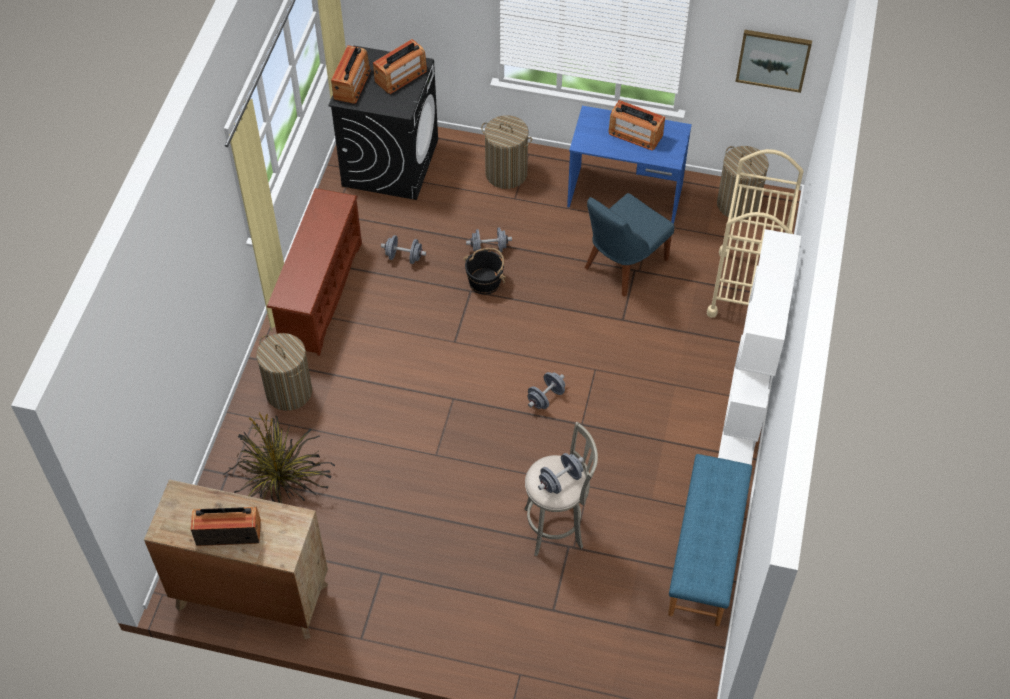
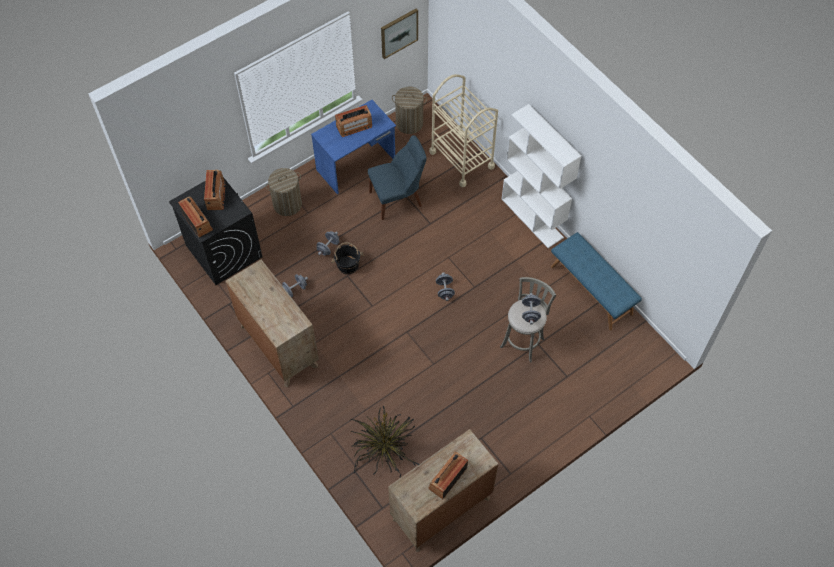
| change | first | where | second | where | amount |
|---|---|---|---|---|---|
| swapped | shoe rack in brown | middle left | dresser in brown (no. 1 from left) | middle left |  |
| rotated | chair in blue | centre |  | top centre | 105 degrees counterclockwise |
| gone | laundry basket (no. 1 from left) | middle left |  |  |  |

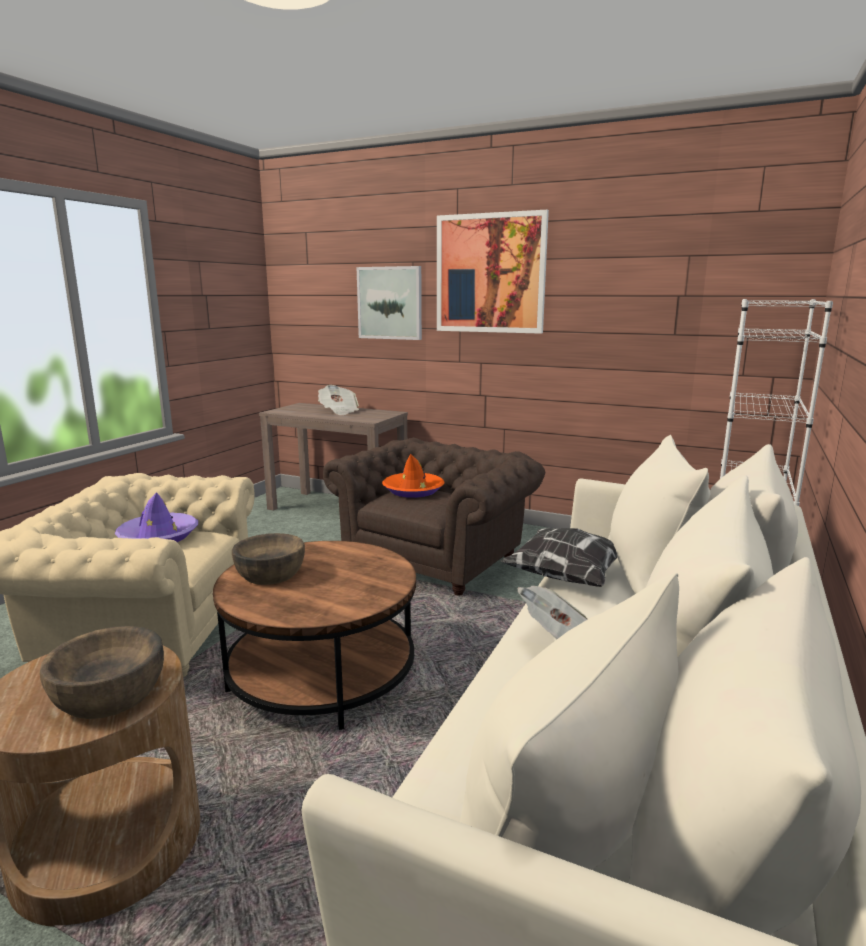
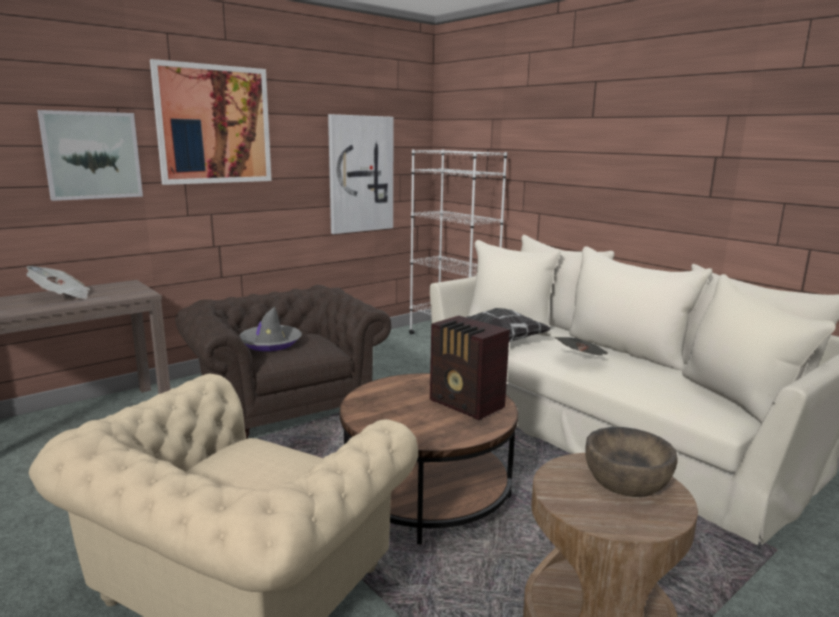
| change | first | where | second | where | amount |
|---|---|---|---|---|---|
| repainted | hat in orange | centre | hat in grey | middle left |  |
| new |  |  | picture (no. 3 from left) | top centre |  |
| new |  |  | radio | centre |  |
| gone | hat in purple | middle left |  |  |  |
| gone | bowl in brown (no. 2 from left) | middle left |  |  |  |

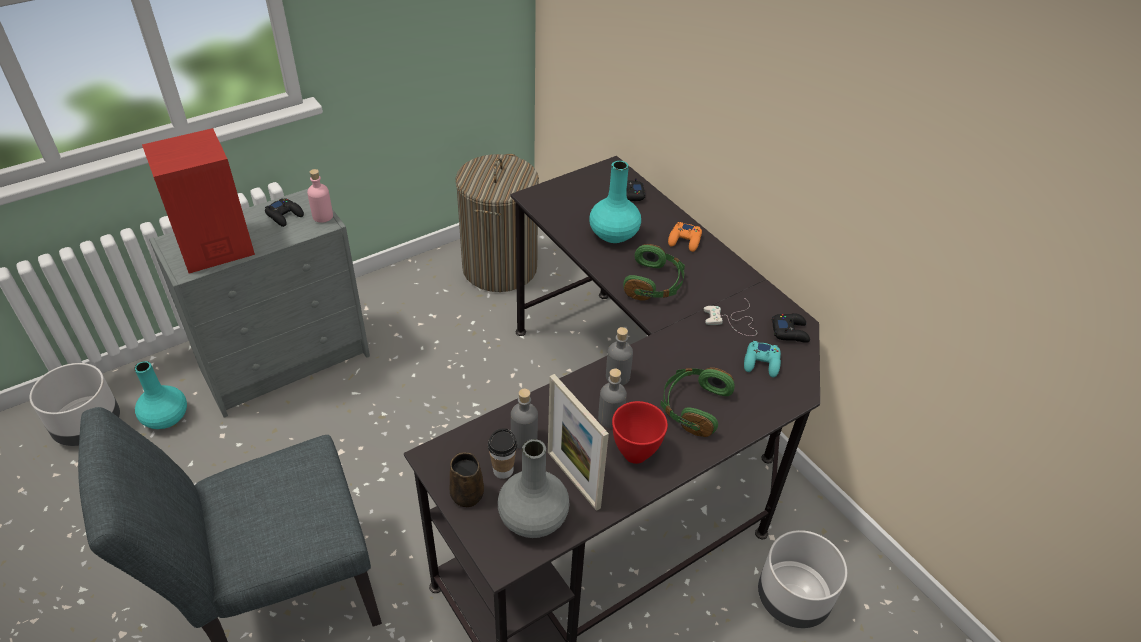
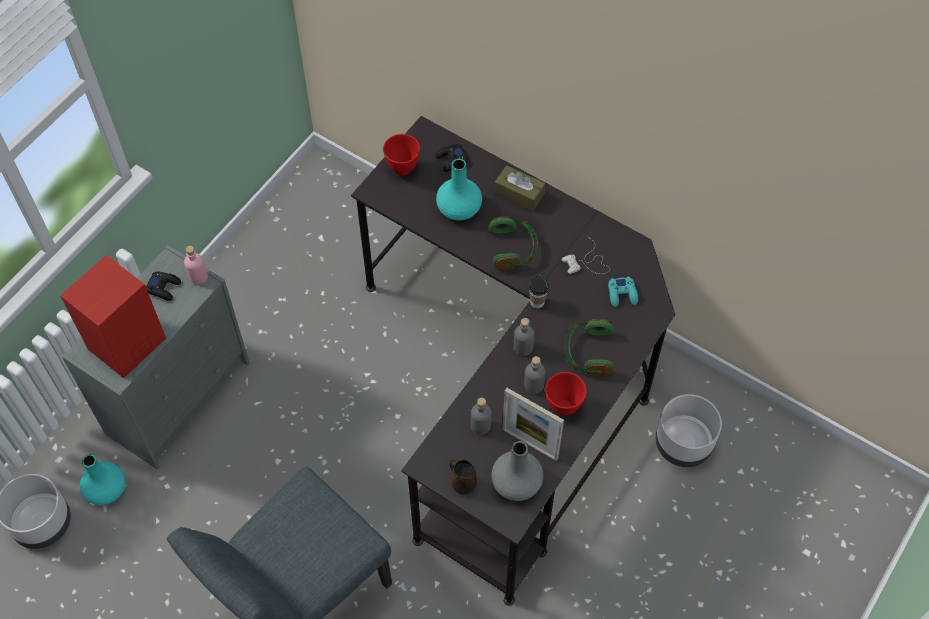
| change | first | where | second | where | amount |
|---|---|---|---|---|---|
| new |  |  | bowl in red (no. 1 from left) | top centre |  |
| swapped | game controller in orange | centre | tissue box in brown | top centre |  |
| shifted | cup | bottom centre |  | centre |  |
| gone | laundry basket | centre |  |  |  |
| gone | game controller in black (no. 3 from left) | middle right |  |  |  |

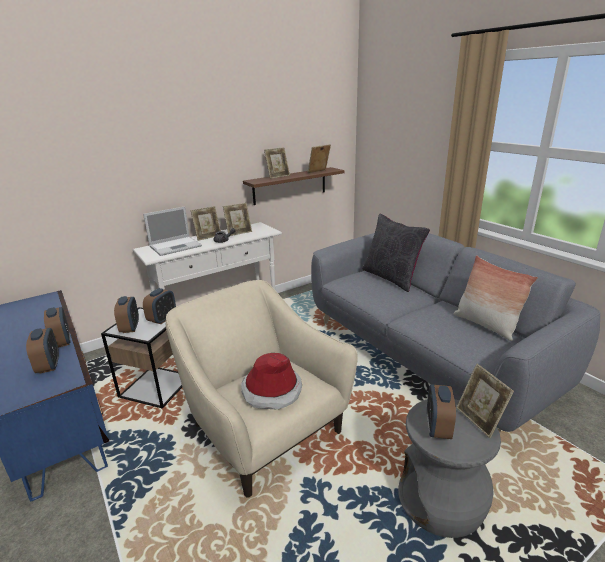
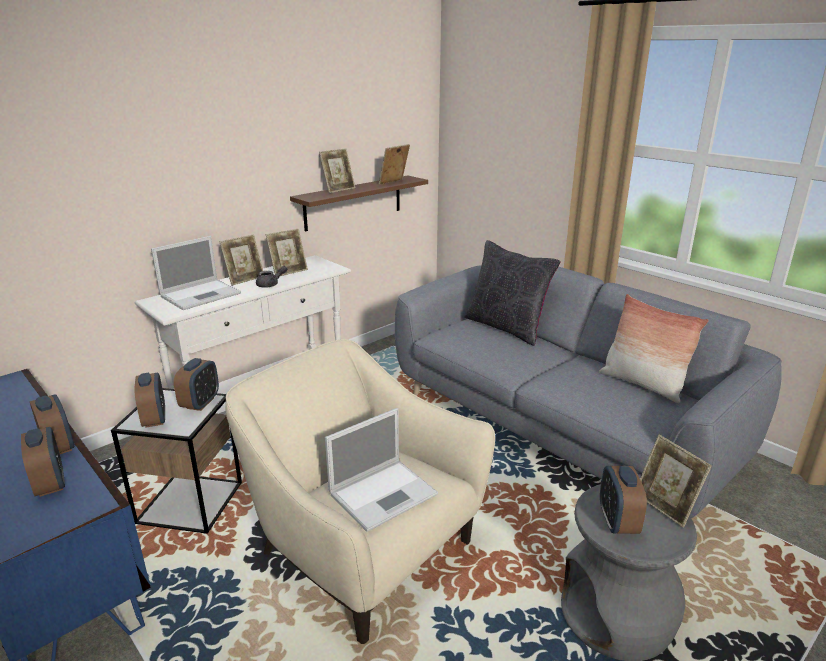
| change | first | where | second | where | amount |
|---|---|---|---|---|---|
| swapped | hat | bottom centre | laptop (no. 2 from left) | bottom centre |  |

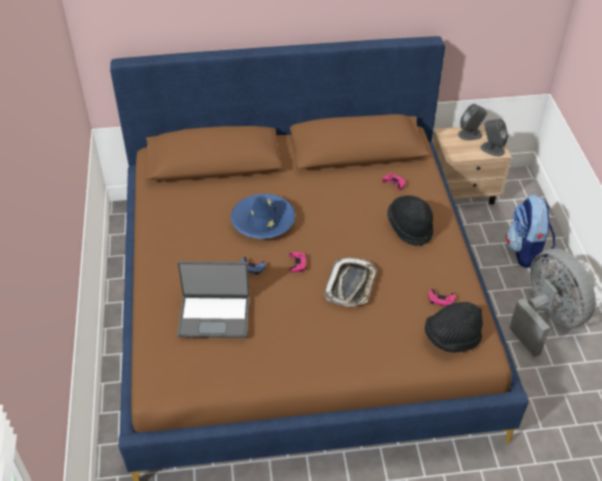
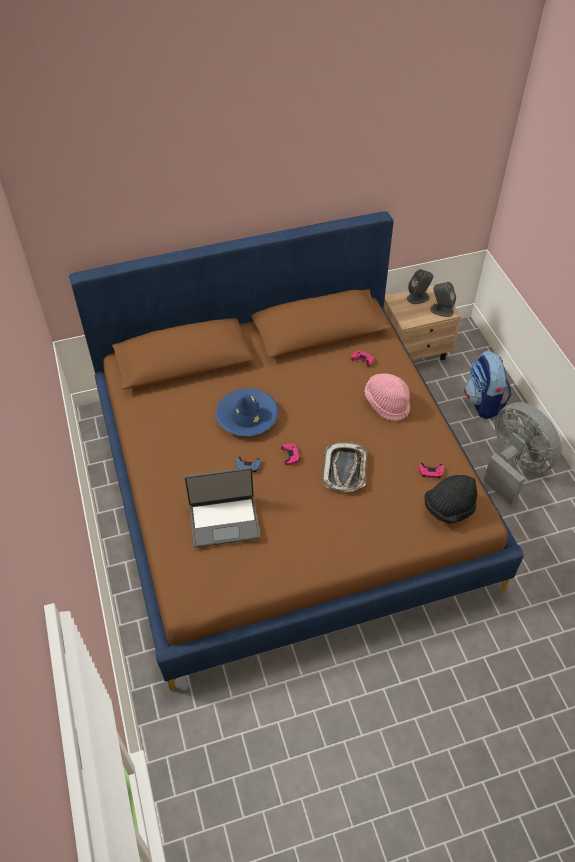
| change | first | where | second | where | amount |
|---|---|---|---|---|---|
| repainted | hat in black (no. 1 from left) | middle right | hat in pink | middle right |  |

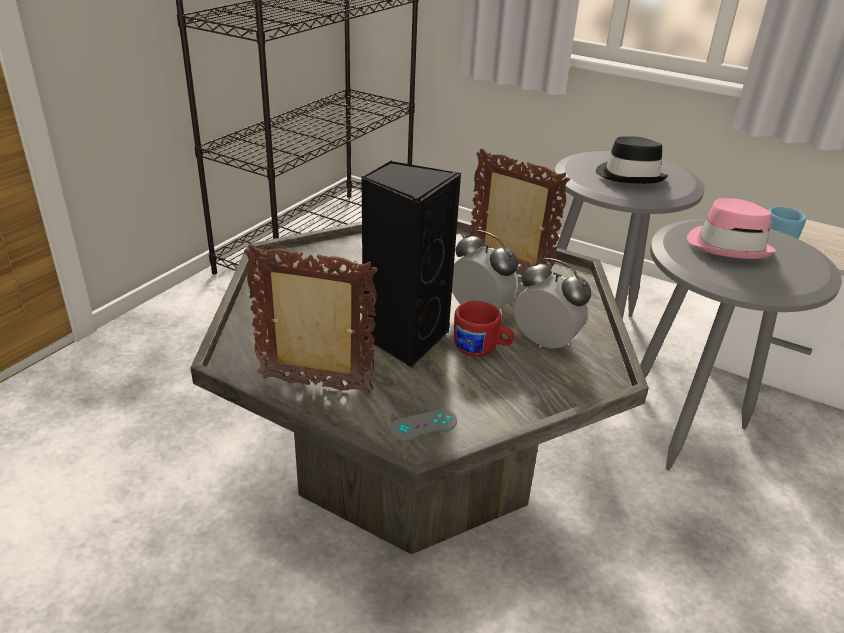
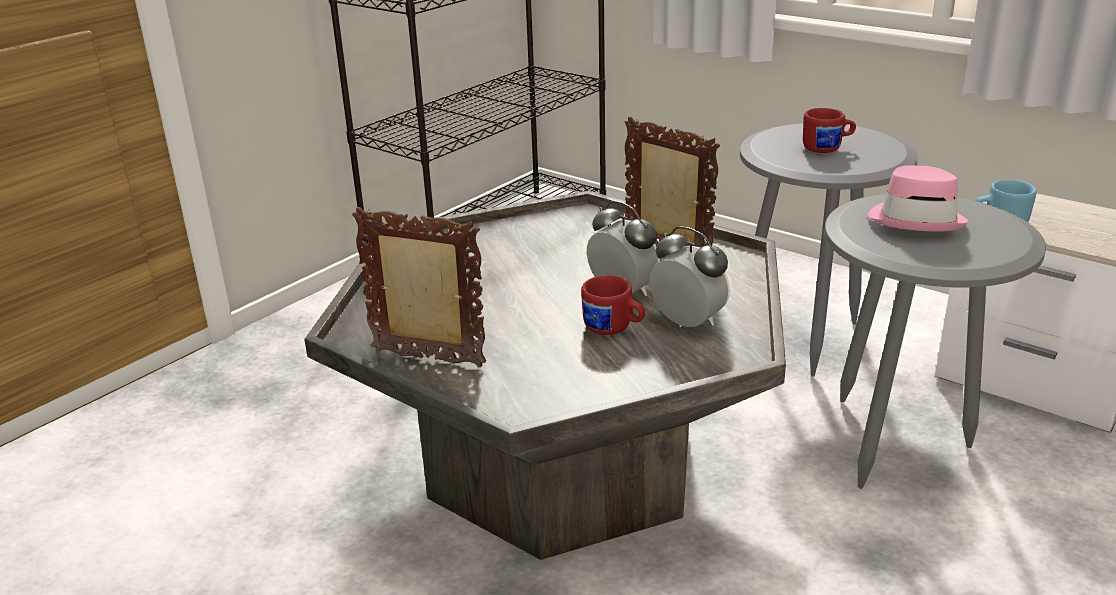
| change | first | where | second | where | amount |
|---|---|---|---|---|---|
| swapped | hat in black | top right | mug in red (no. 2 from left) | top right |  |
| gone | speaker in black | centre |  |  |  |
| gone | game controller in grey | bottom centre |  |  |  |

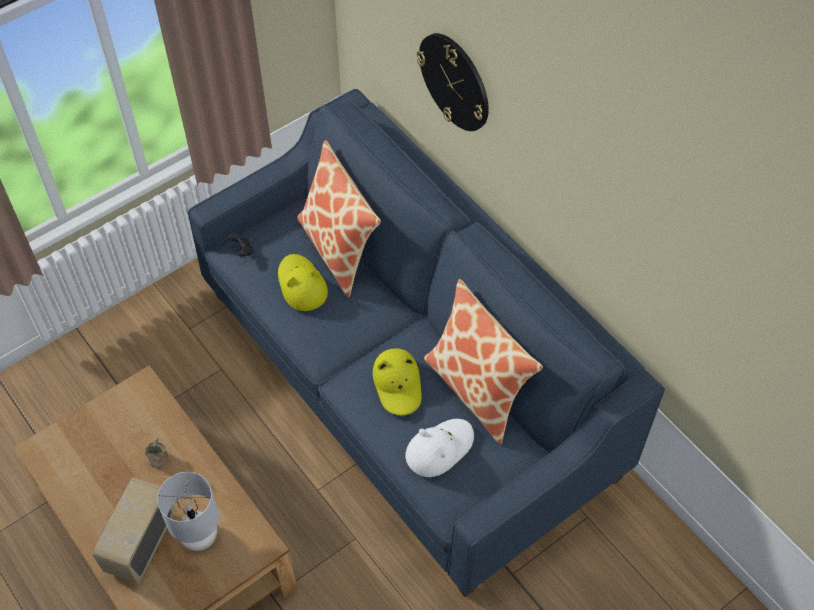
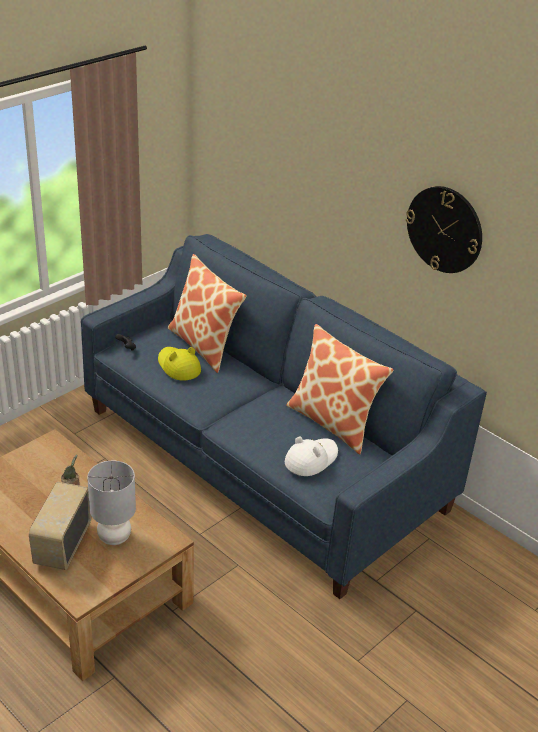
| change | first | where | second | where | amount |
|---|---|---|---|---|---|
| shifted | wall clock | top centre |  | top right |  |
| gone | hat in yellow (no. 2 from left) | centre |  |  |  |

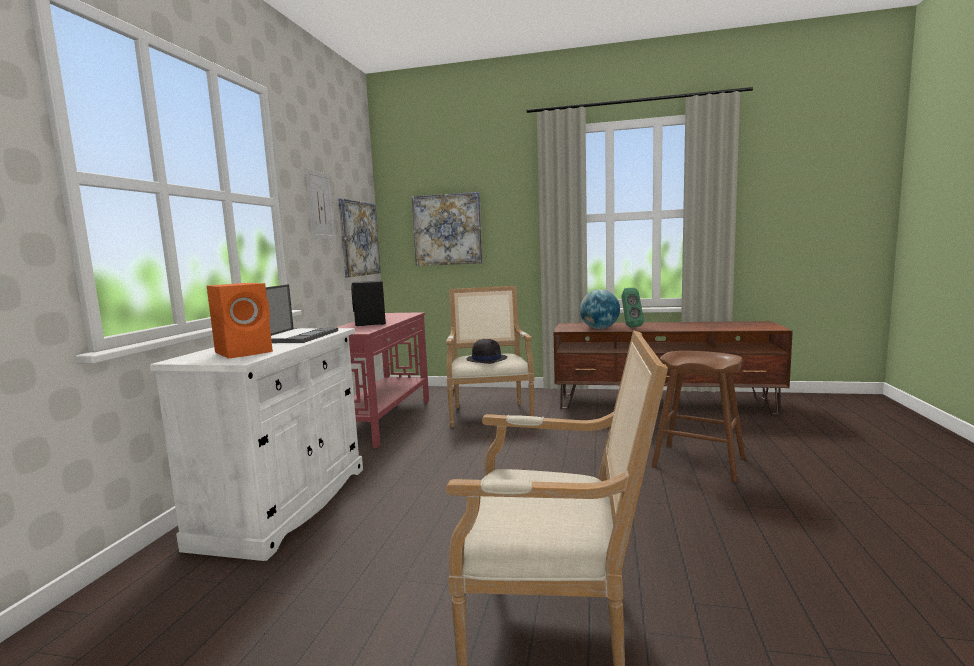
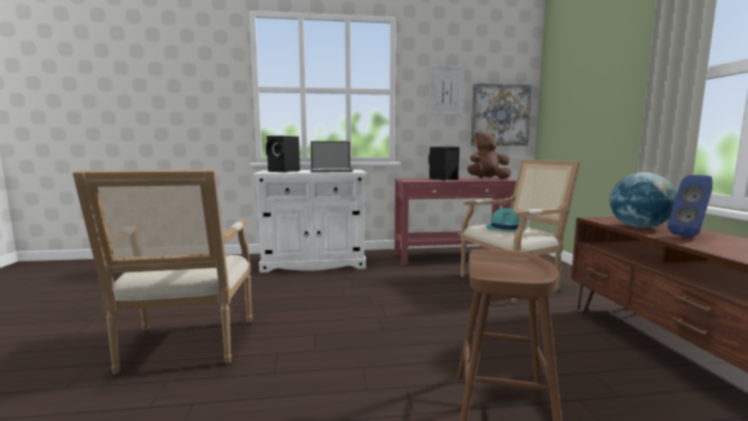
| change | first | where | second | where | amount |
|---|---|---|---|---|---|
| repainted | speaker in orange | middle left | speaker in black (no. 1 from left) | centre |  |
| new |  |  | plush toy in brown | centre |  |
| repainted | hat in black | centre | hat in turquoise | middle right |  |
| repainted | speaker in green | centre | speaker in blue | middle right |  |
| gone | picture (no. 3 from left) | centre |  |  |  |

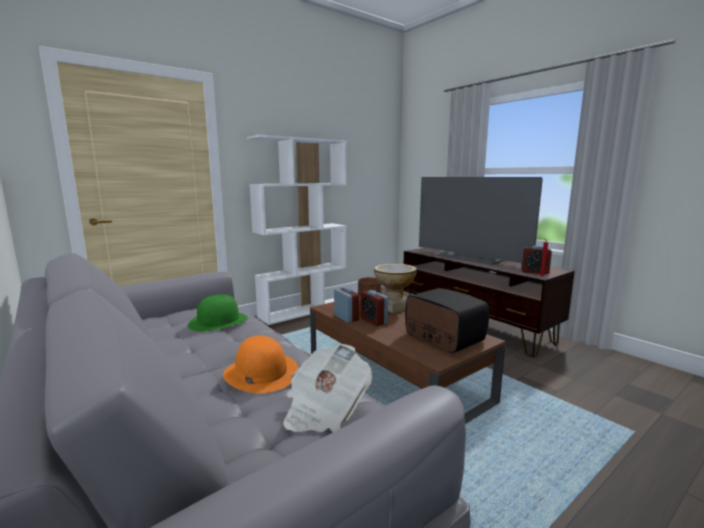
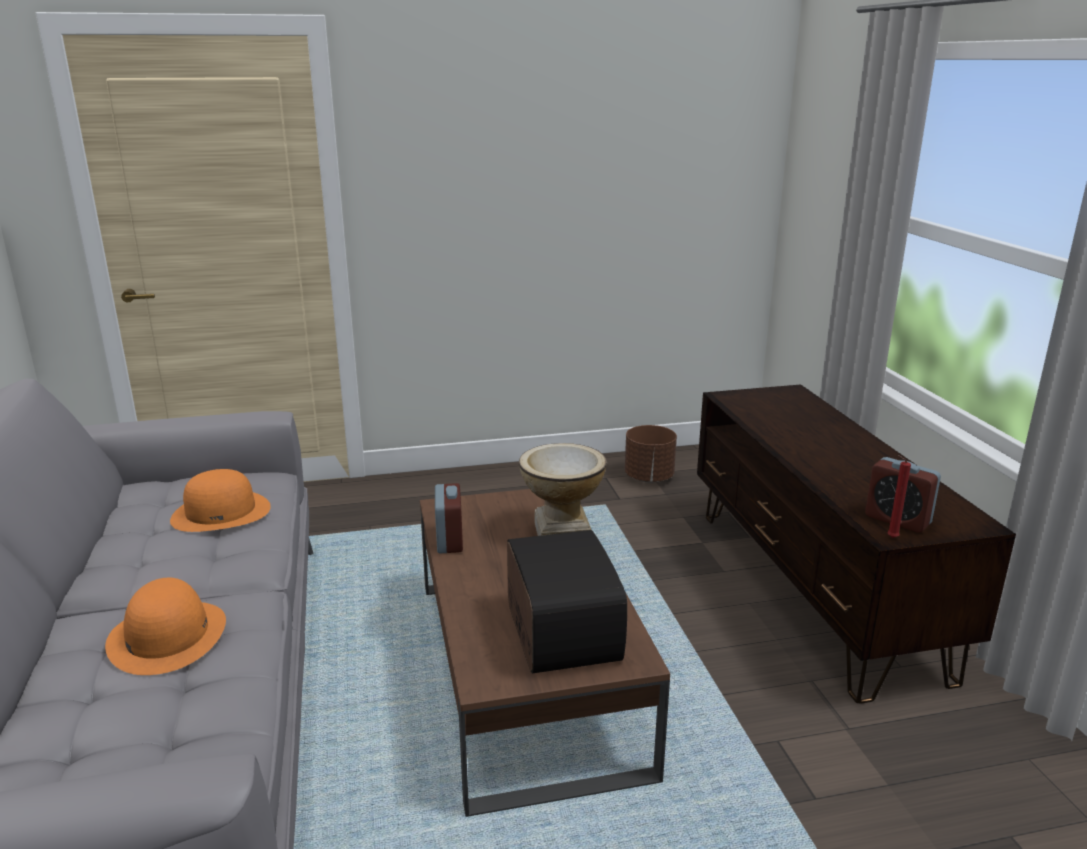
| change | first | where | second | where | amount |
|---|---|---|---|---|---|
| repainted | hat in green | middle left | hat in orange (no. 2 from left) | middle left |  |
| gone | bookcase in white | centre |  |  |  |
| gone | newspaper | bottom centre |  |  |  |
| gone | alarm clock (no. 2 from left) | centre |  |  |  |
| gone | television | middle right |  |  |  |

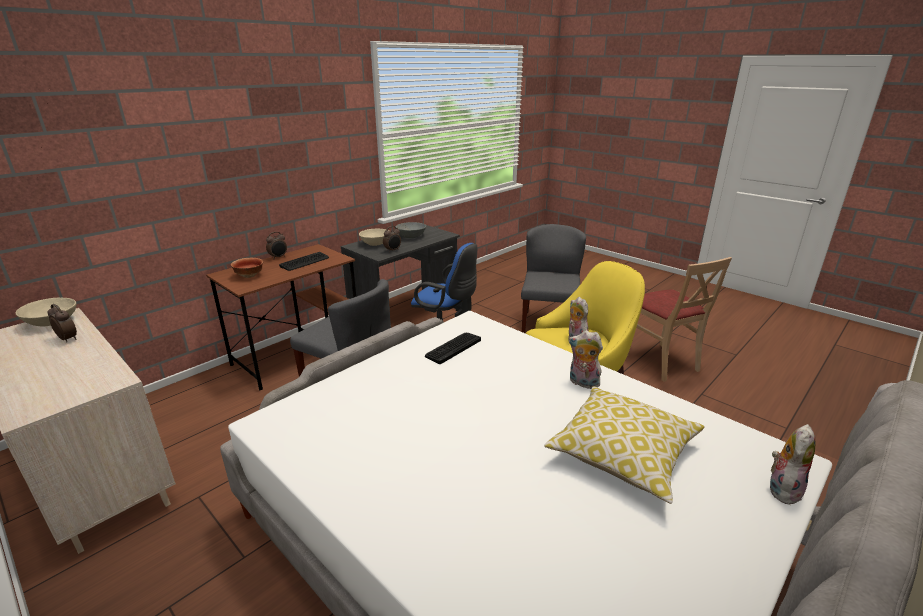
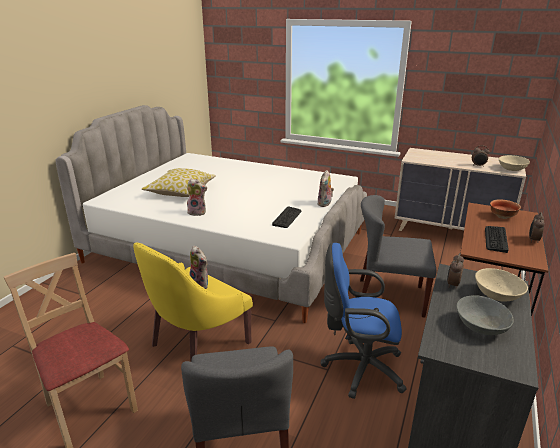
| change | first | where | second | where | amount |
|---|---|---|---|---|---|
| shifted | plush toy (no. 3 from left) | bottom right |  | centre |  |

